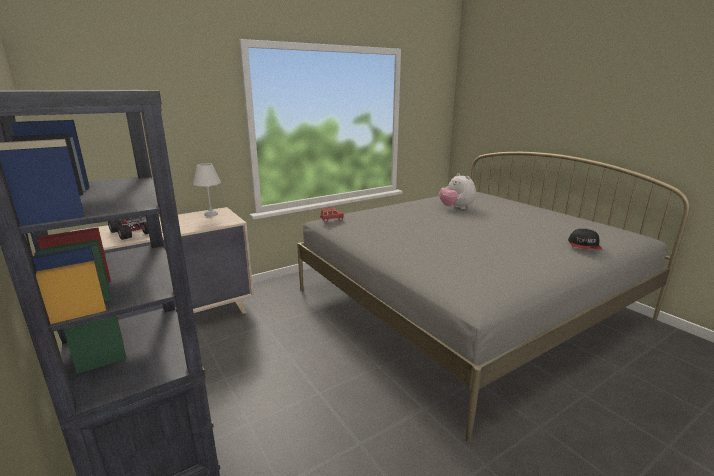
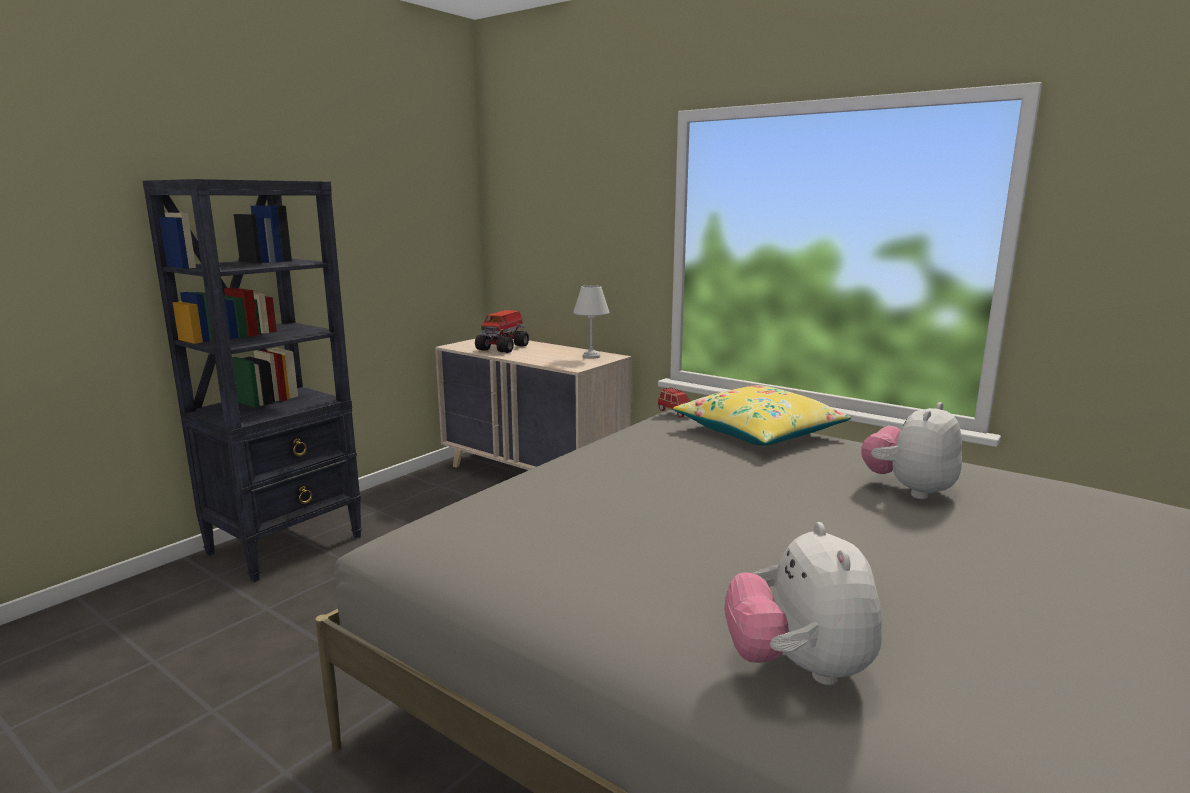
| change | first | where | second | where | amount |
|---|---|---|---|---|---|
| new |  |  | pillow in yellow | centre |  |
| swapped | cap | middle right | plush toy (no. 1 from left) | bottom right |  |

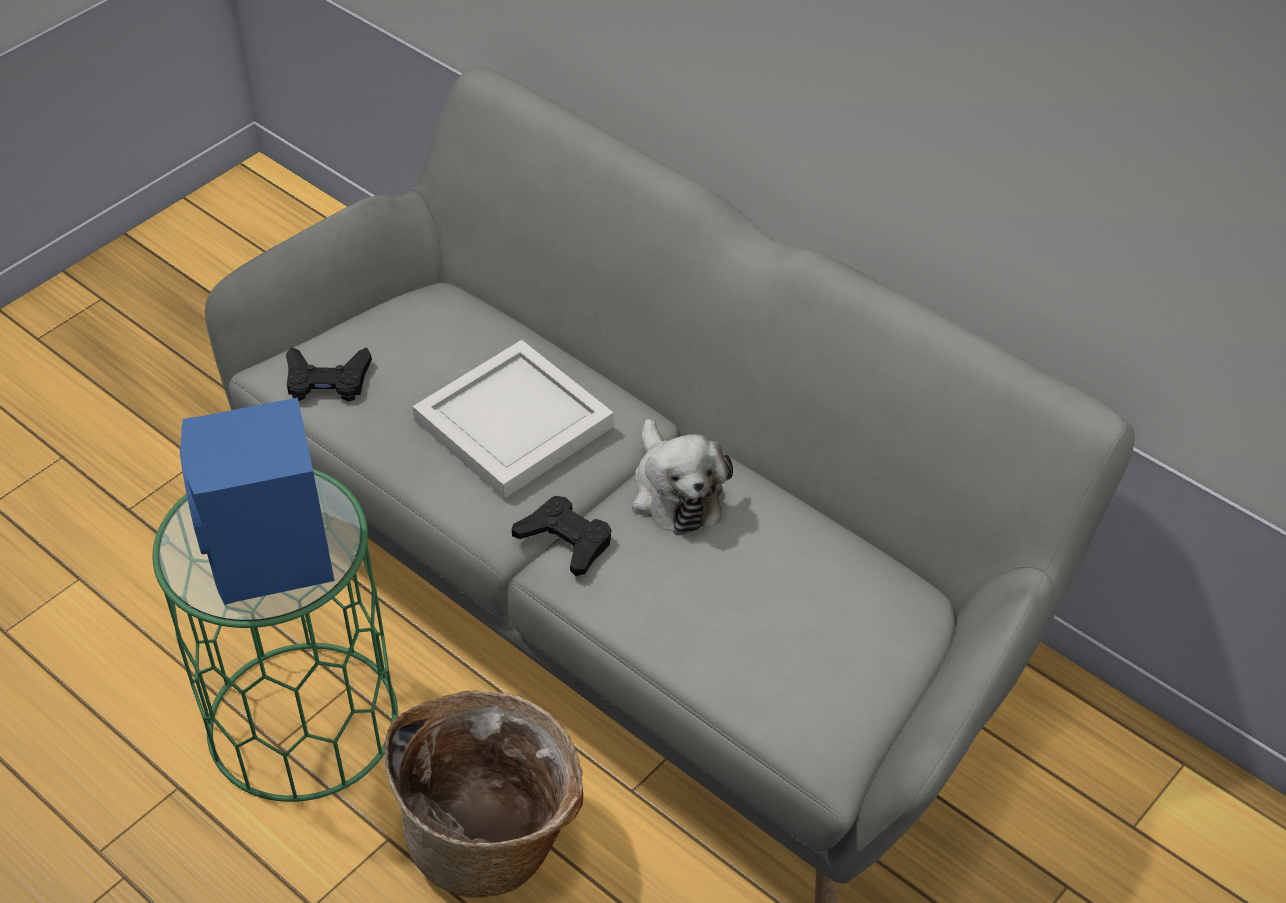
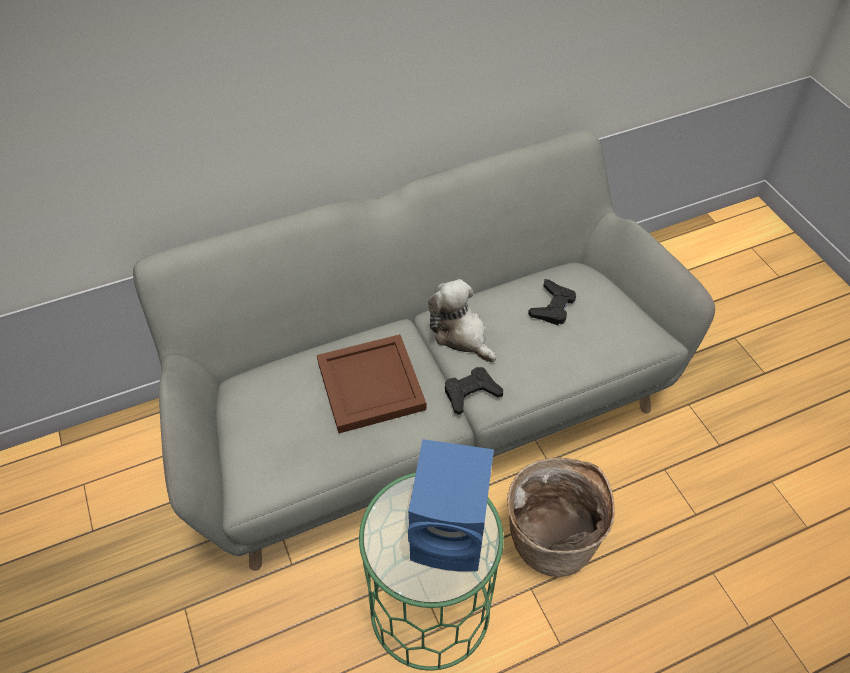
| change | first | where | second | where | amount |
|---|---|---|---|---|---|
| repainted | tray in white | centre | tray in brown | centre |  |
| rotated | plush toy | centre |  | centre | 135 degrees counterclockwise |
| shifted | game controller in black (no. 1 from left in the first image) | middle left | game controller in black (no. 2 from left) | centre |  |

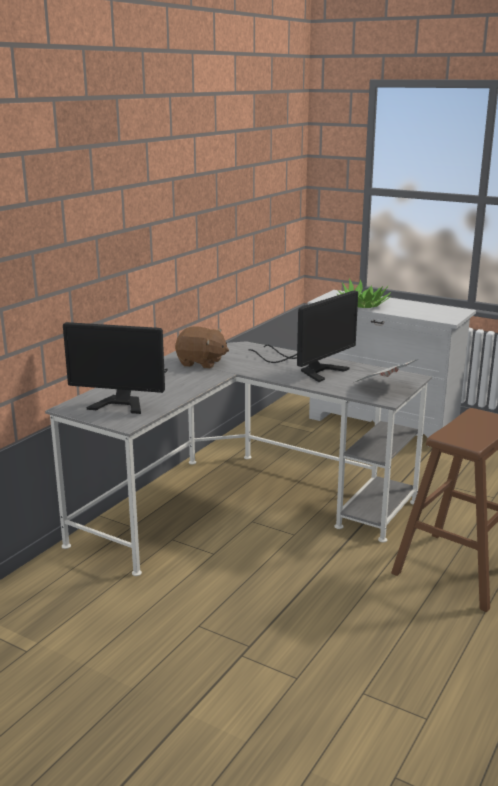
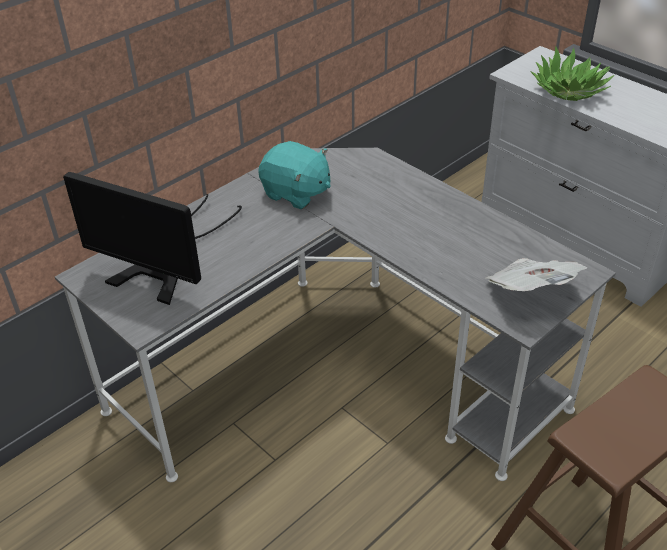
| change | first | where | second | where | amount |
|---|---|---|---|---|---|
| repainted | plush toy in brown | centre | plush toy in turquoise | top centre |  |
| gone | monitor (no. 2 from left) | centre |  |  |  |

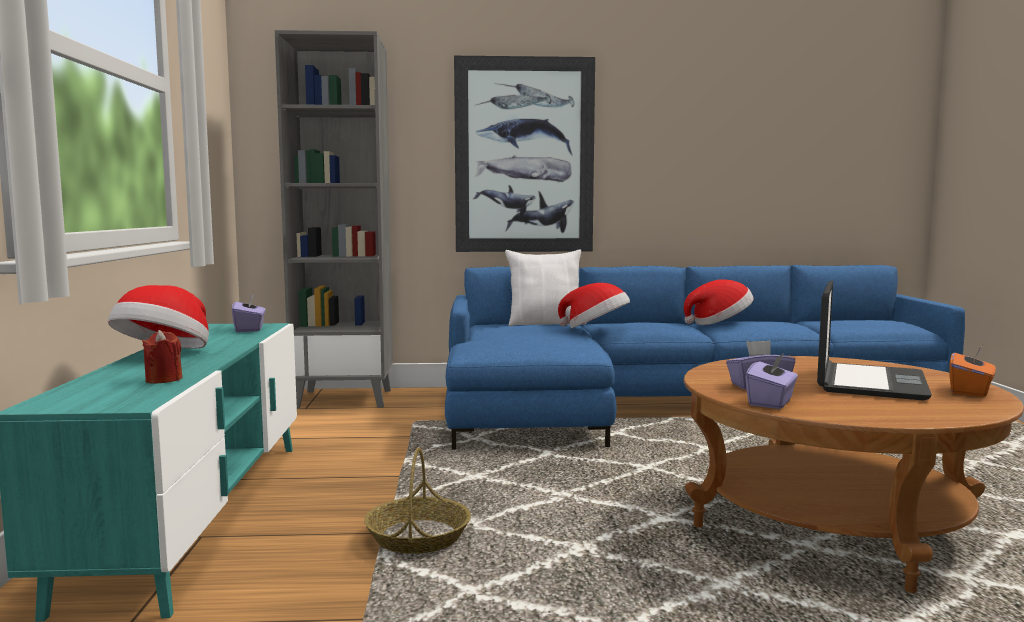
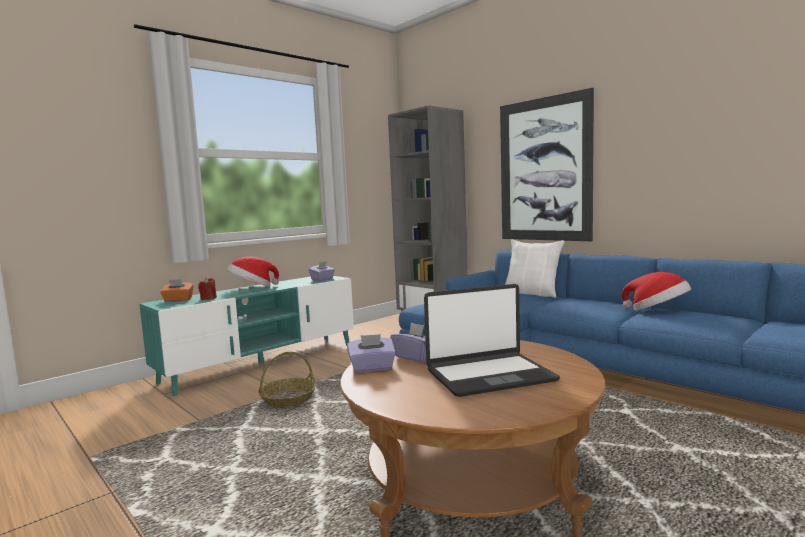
| change | first | where | second | where | amount |
|---|---|---|---|---|---|
| shifted | tissue box in orange | middle right |  | middle left |  |
| gone | hat (no. 2 from left) | centre |  |  |  |

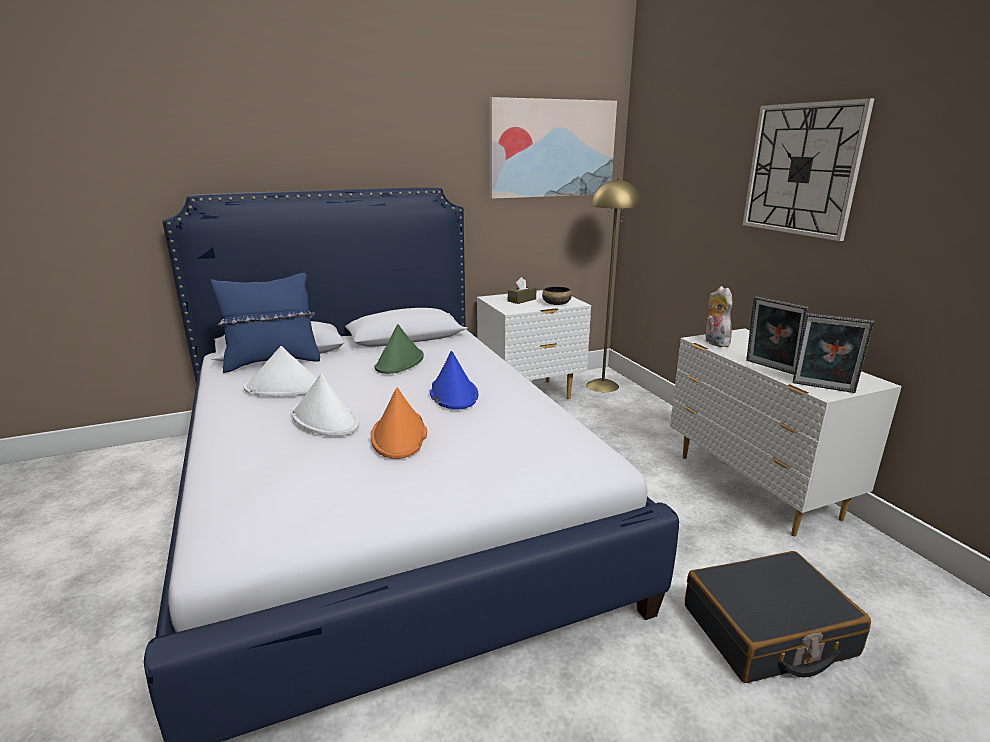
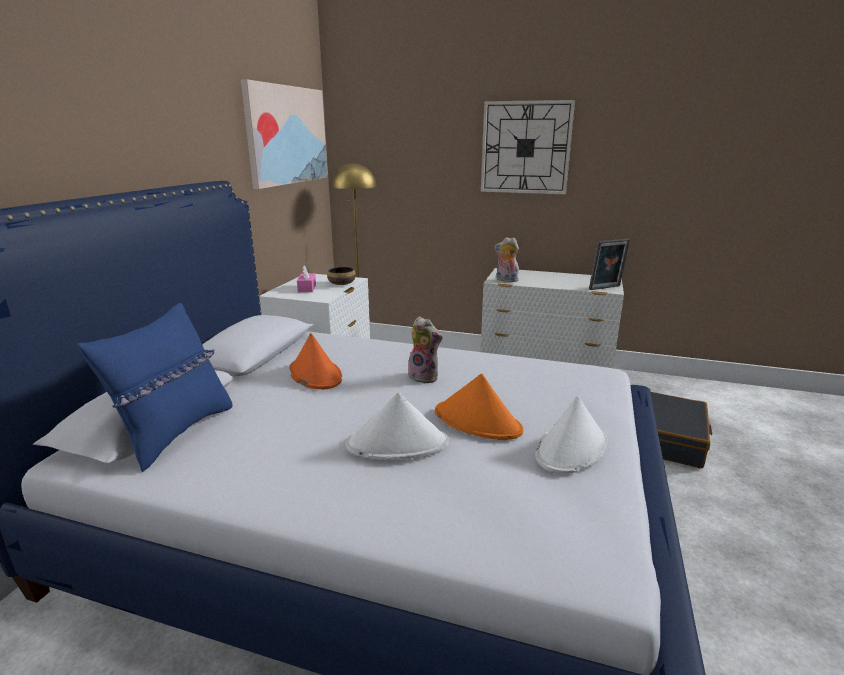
| change | first | where | second | where | amount |
|---|---|---|---|---|---|
| repainted | hat in green | centre | hat in orange (no. 1 from left) | centre |  |
| repainted | tissue box in brown | centre | tissue box in pink | centre |  |
| swapped | hat in blue | centre | plush toy (no. 1 from left) | centre |  |
| shifted | hat in white (no. 1 from left in the first image) | middle left | hat in white (no. 2 from left) | middle right |  |
| gone | picture frame (no. 1 from left) | middle right |  |  |  |

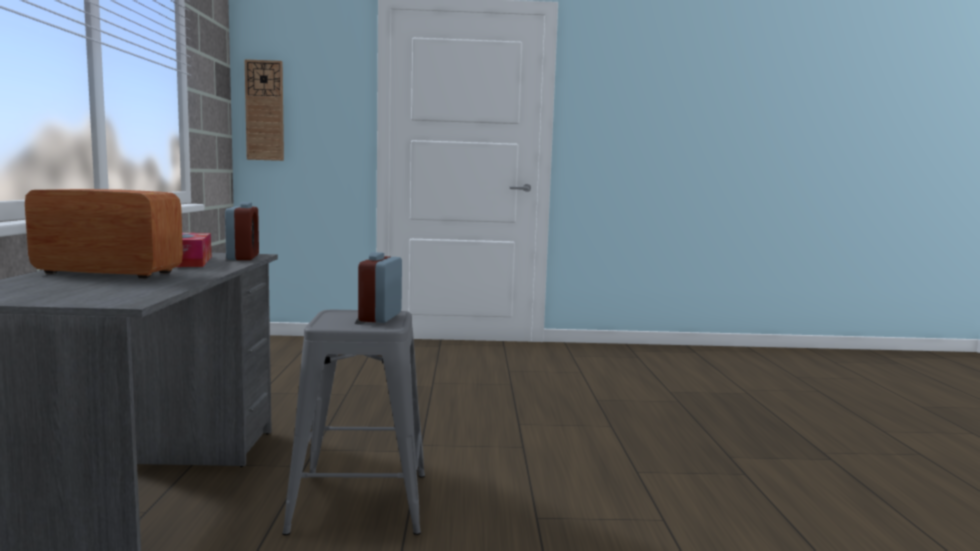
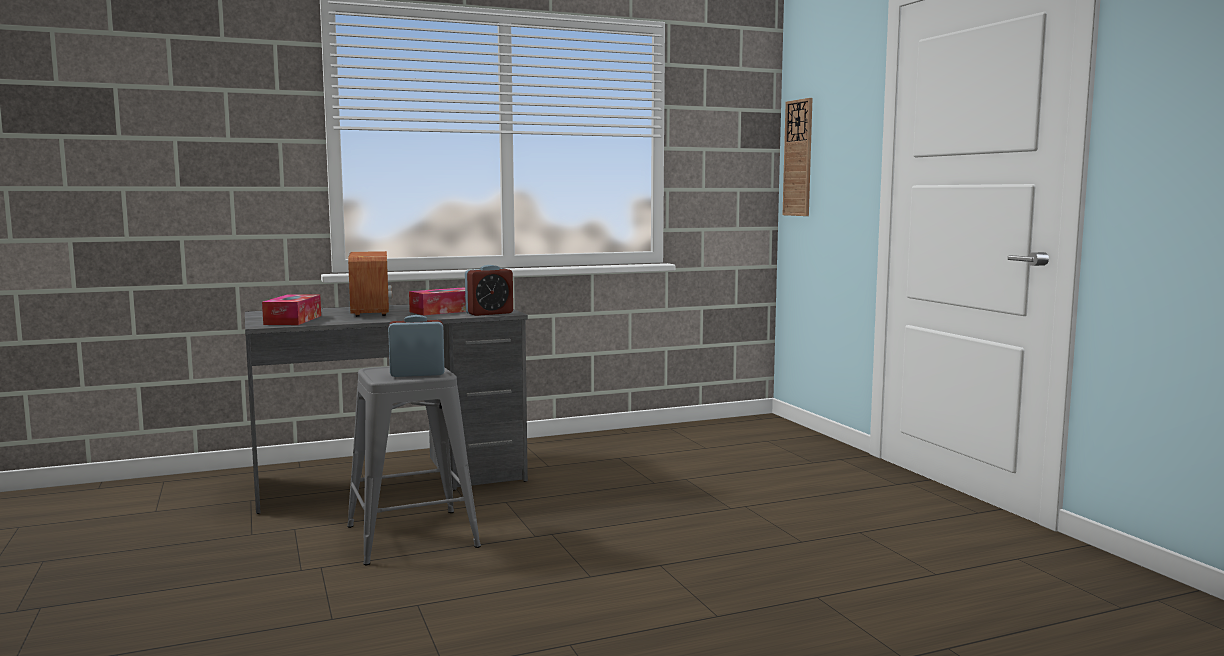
| change | first | where | second | where | amount |
|---|---|---|---|---|---|
| new |  |  | tissue box (no. 1 from left) | middle left |  |

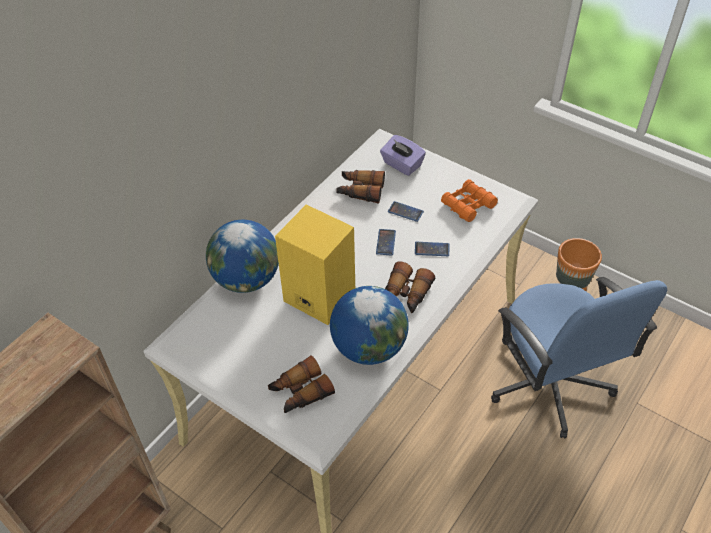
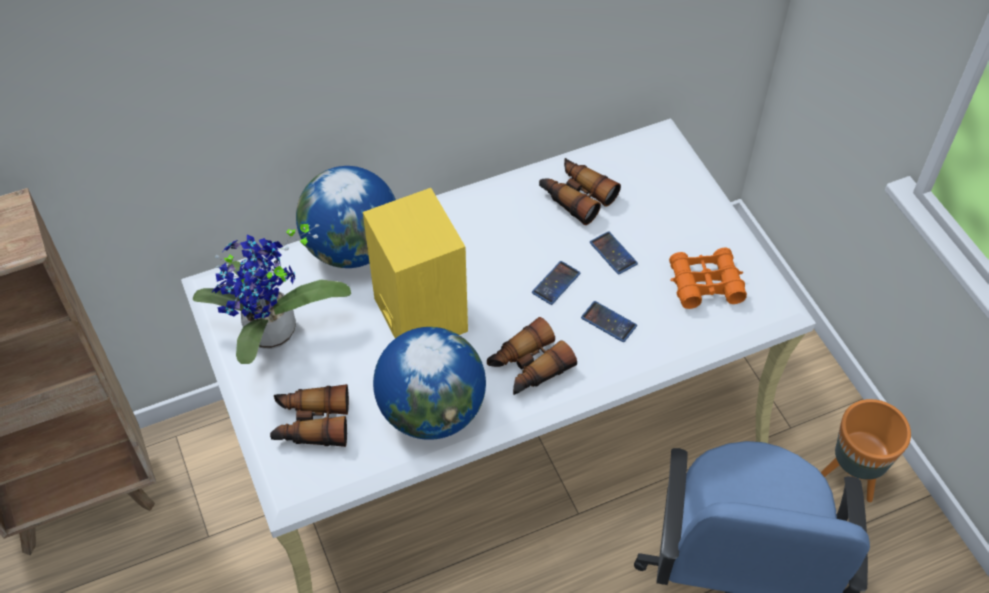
| change | first | where | second | where | amount |
|---|---|---|---|---|---|
| new |  |  | potted plant | middle left |  |
| gone | tissue box in purple | top centre |  |  |  |

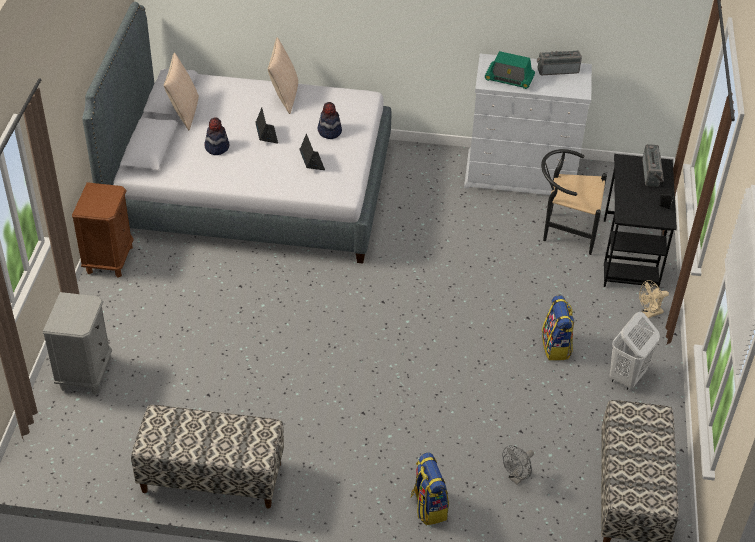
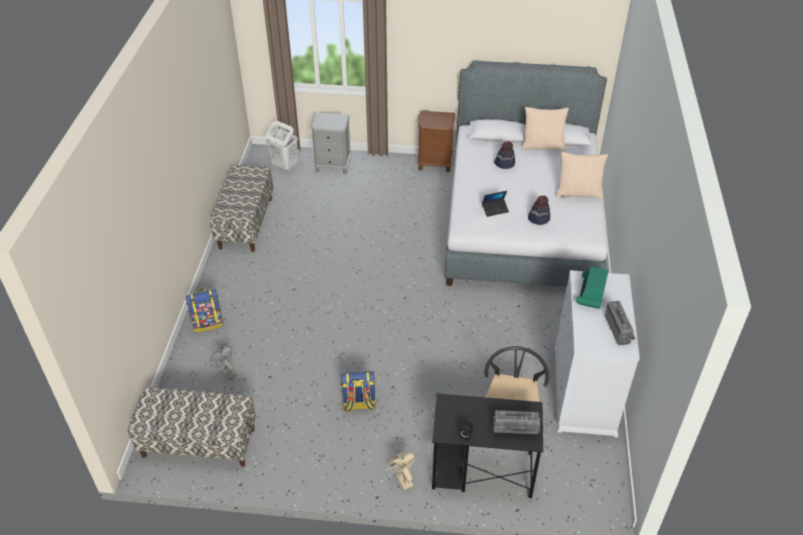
| change | first | where | second | where | amount |
|---|---|---|---|---|---|
| shifted | laundry basket in white | middle right |  | top centre |  |
| gone | laptop (no. 1 from left) | top centre |  |  |  |

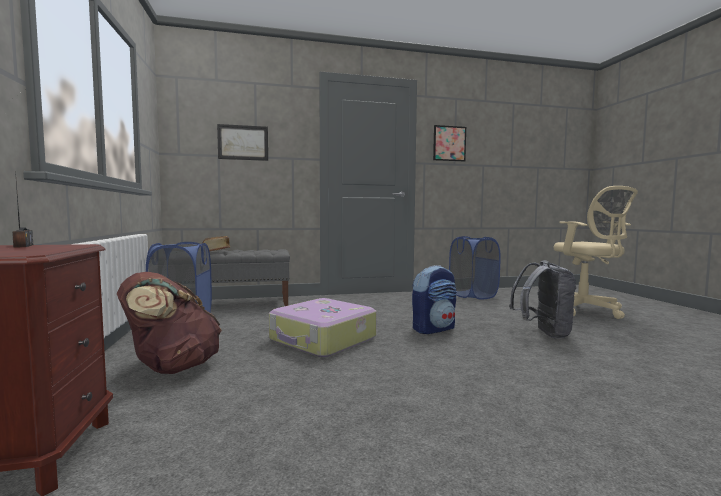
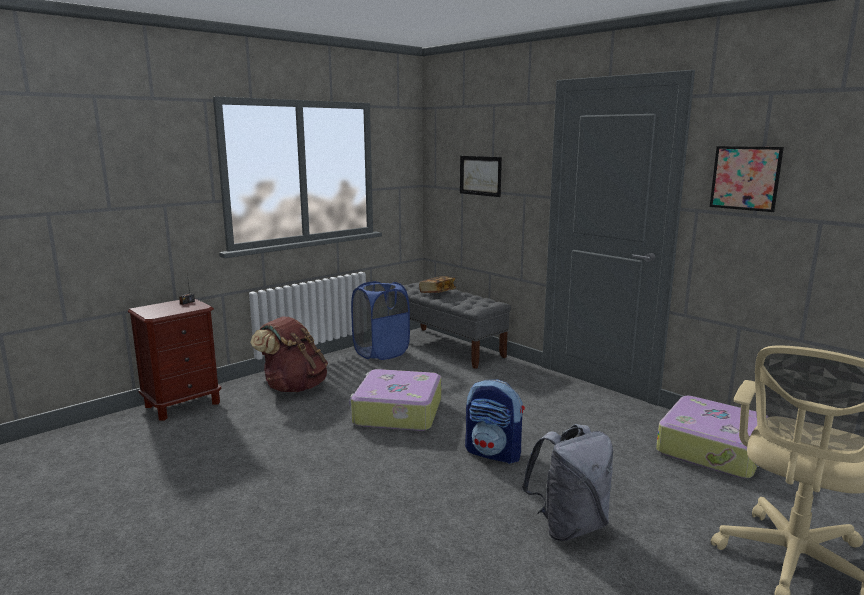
| change | first | where | second | where | amount |
|---|---|---|---|---|---|
| swapped | laundry basket in blue (no. 2 from left) | centre | suitcase (no. 2 from left) | bottom right |  |

